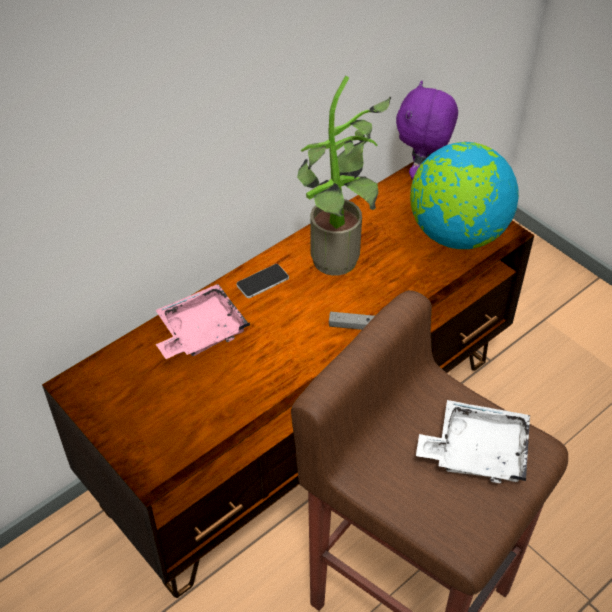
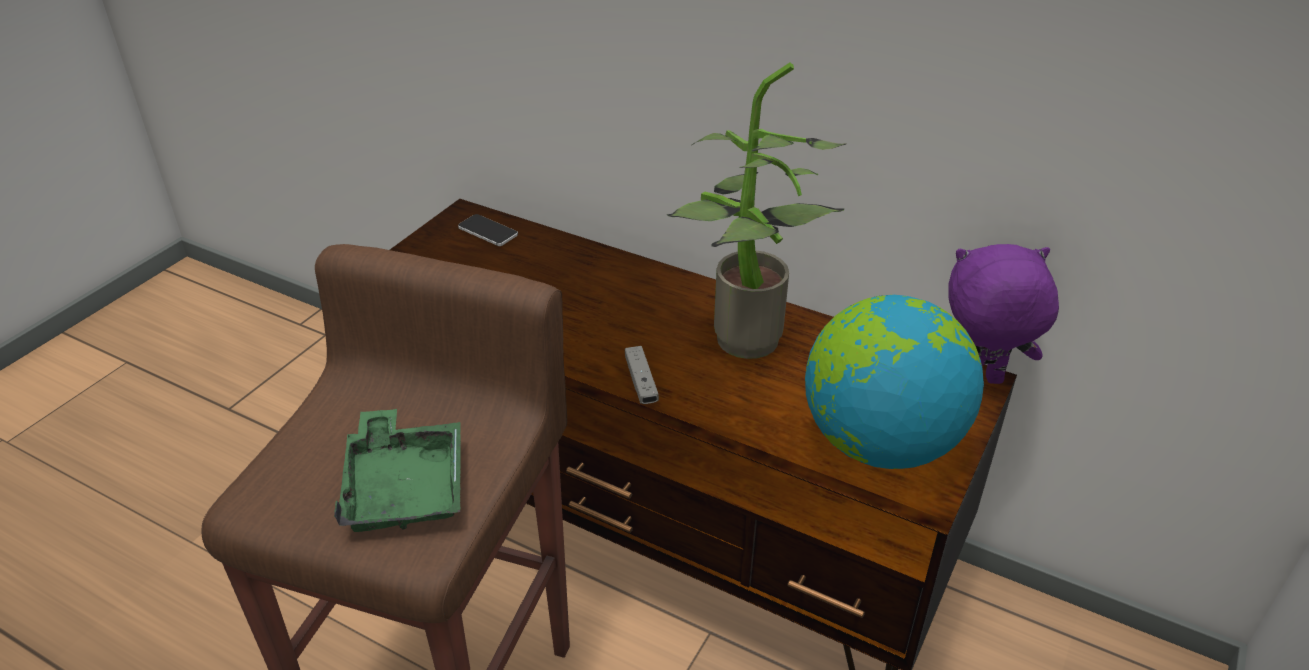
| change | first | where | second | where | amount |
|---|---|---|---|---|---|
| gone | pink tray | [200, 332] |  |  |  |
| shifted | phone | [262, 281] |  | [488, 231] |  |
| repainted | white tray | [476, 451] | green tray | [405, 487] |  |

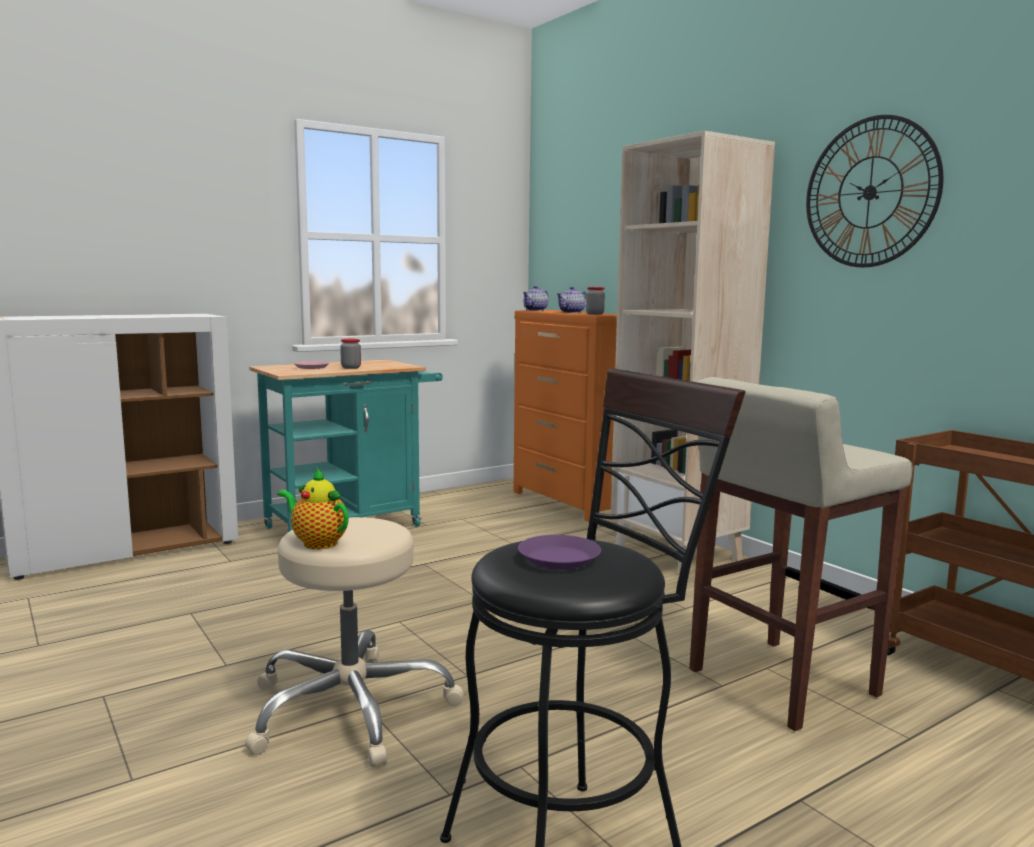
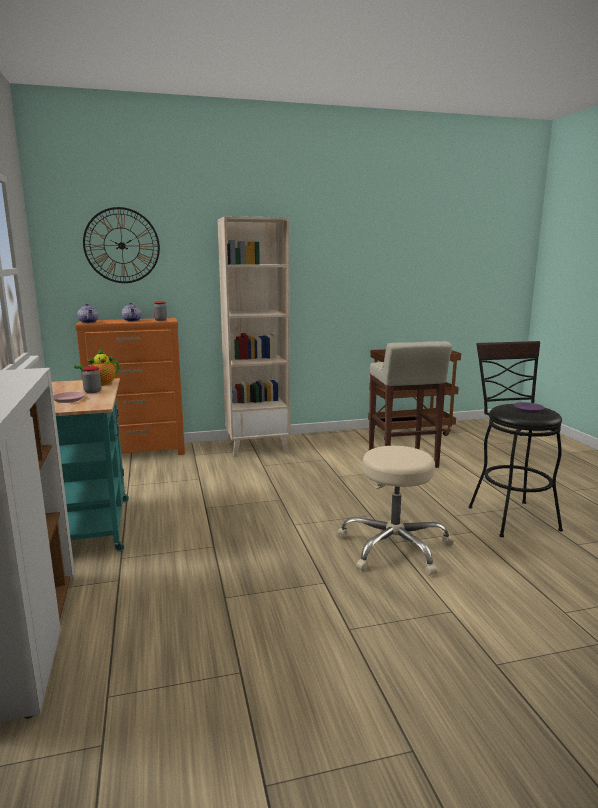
| change | first | where | second | where | amount |
|---|---|---|---|---|---|
| shifted | teapot | [317, 543] |  | [101, 384] |  |
| shifted | wall clock | [870, 192] |  | [122, 245] |  |

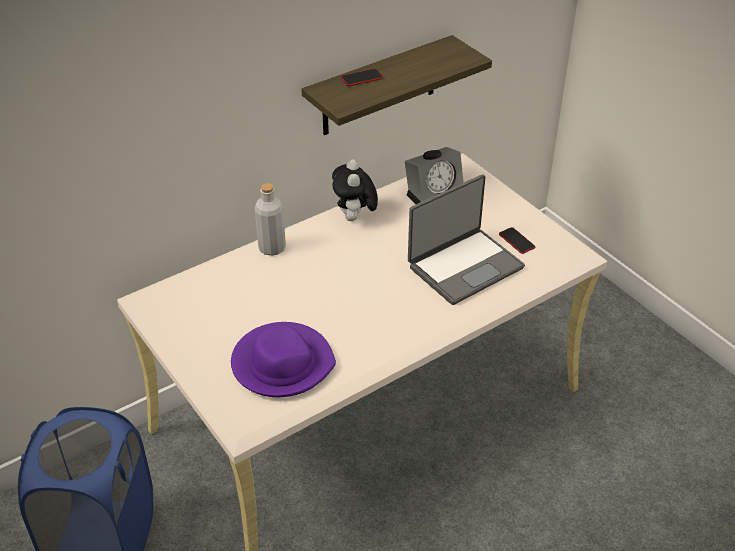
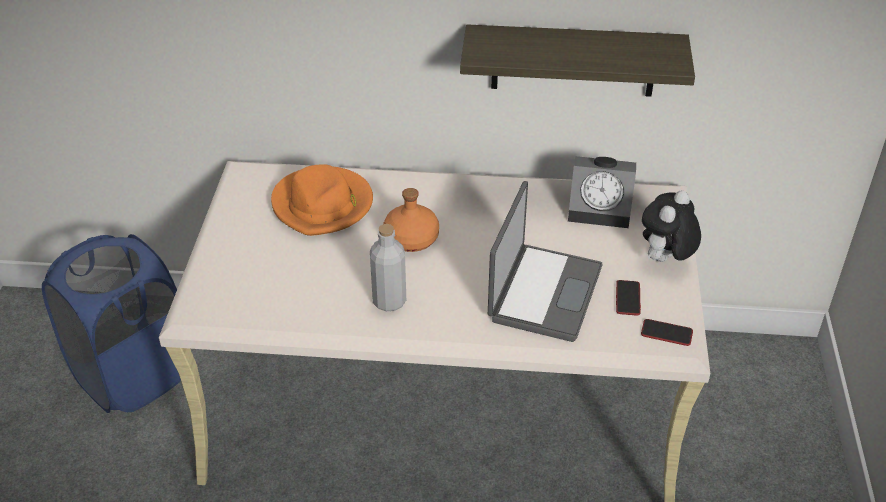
| change | first | where | second | where | amount |
|---|---|---|---|---|---|
| gone | purple hat | [282, 363] |  |  |  |
| shifted | grey bottle | [272, 248] |  | [389, 301] |  |
| shifted | plush toy | [355, 218] |  | [665, 260] |  |
| shifted | phone | [362, 78] |  | [666, 333] |  |
| rotated | laptop | [464, 266] |  | [543, 293] | 75 degrees counterclockwise |
| new |  |  | orange hat | [323, 205] |  |
| new |  |  | orange bottle | [411, 239] |  |

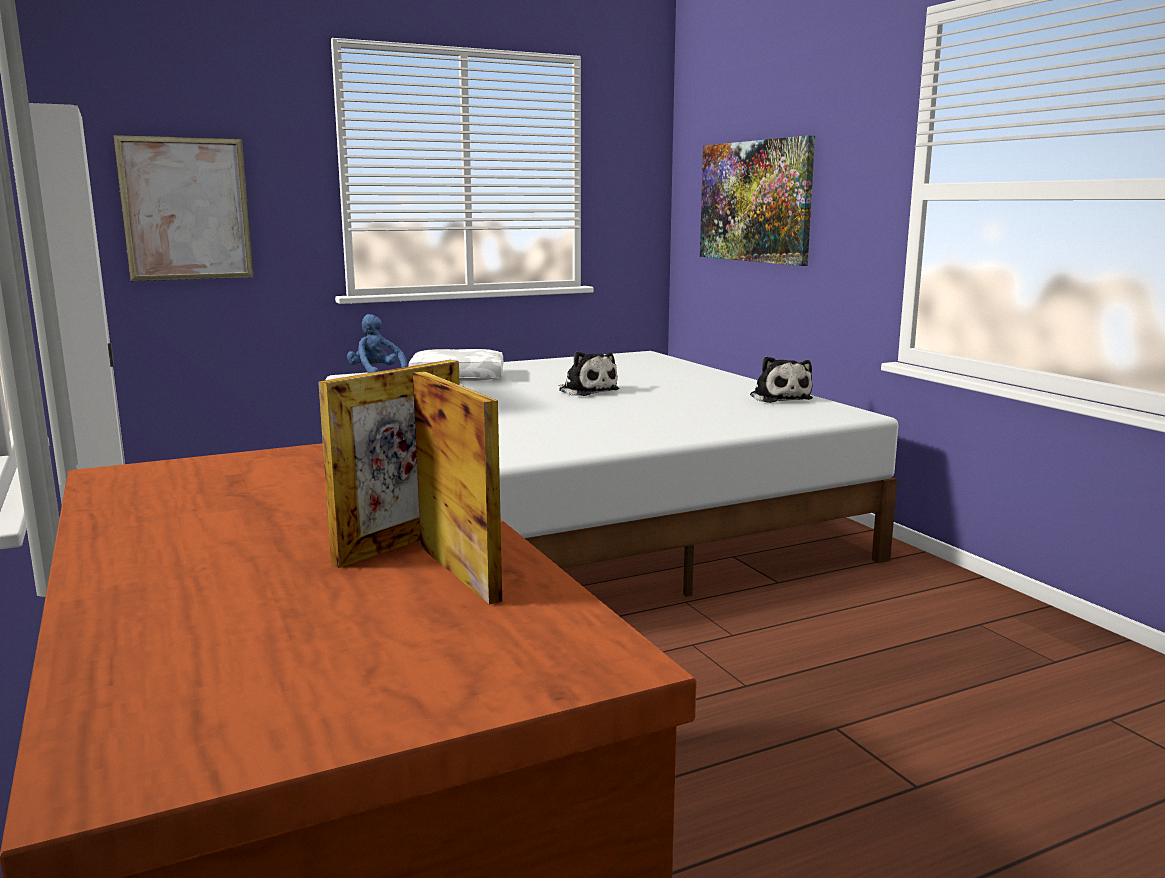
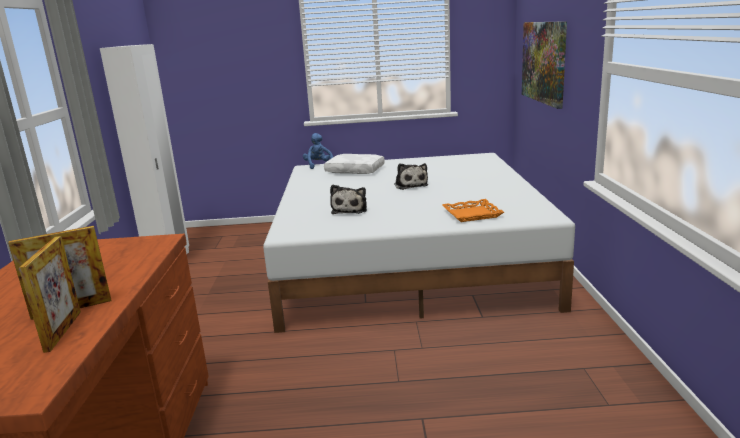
| change | first | where | second | where | amount |
|---|---|---|---|---|---|
| gone | picture | [186, 209] |  |  |  |
| shifted | plush toy | [779, 398] |  | [350, 209] |  |
| new |  |  | orange tray | [472, 214] |  |

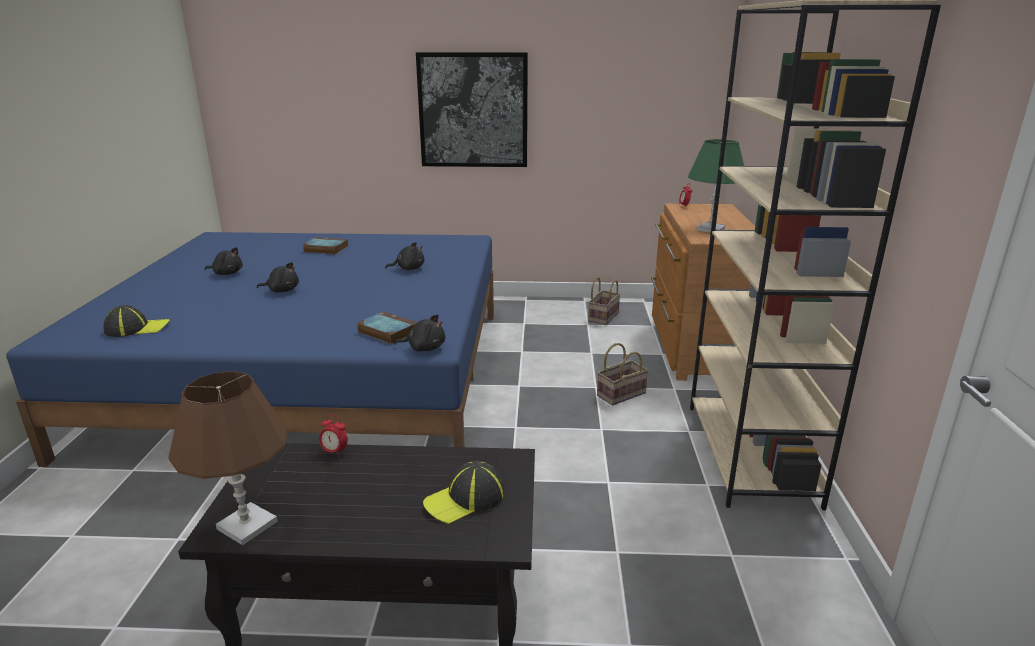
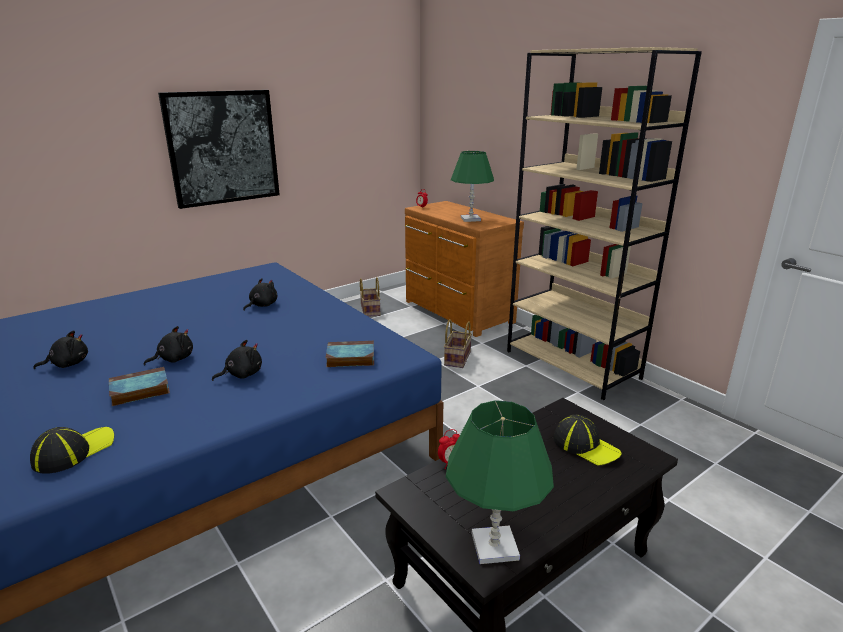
| change | first | where | second | where | amount |
|---|---|---|---|---|---|
| repainted | brown table lamp | [246, 525] | green table lamp | [494, 546] |  |
| shifted | book | [325, 249] |  | [138, 391] |  |
| shifted | black plush toy | [424, 348] |  | [242, 374] |  |
| rotated | cap | [465, 499] |  | [585, 446] | 60 degrees counterclockwise |

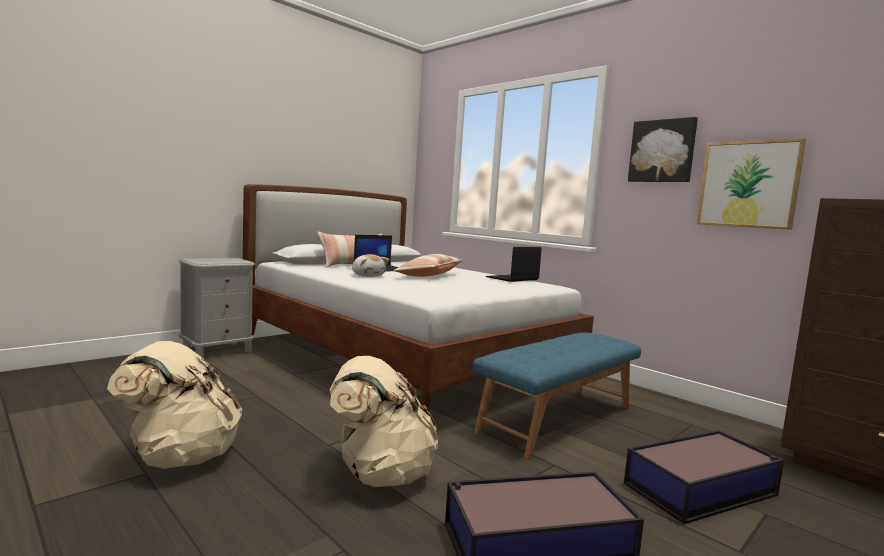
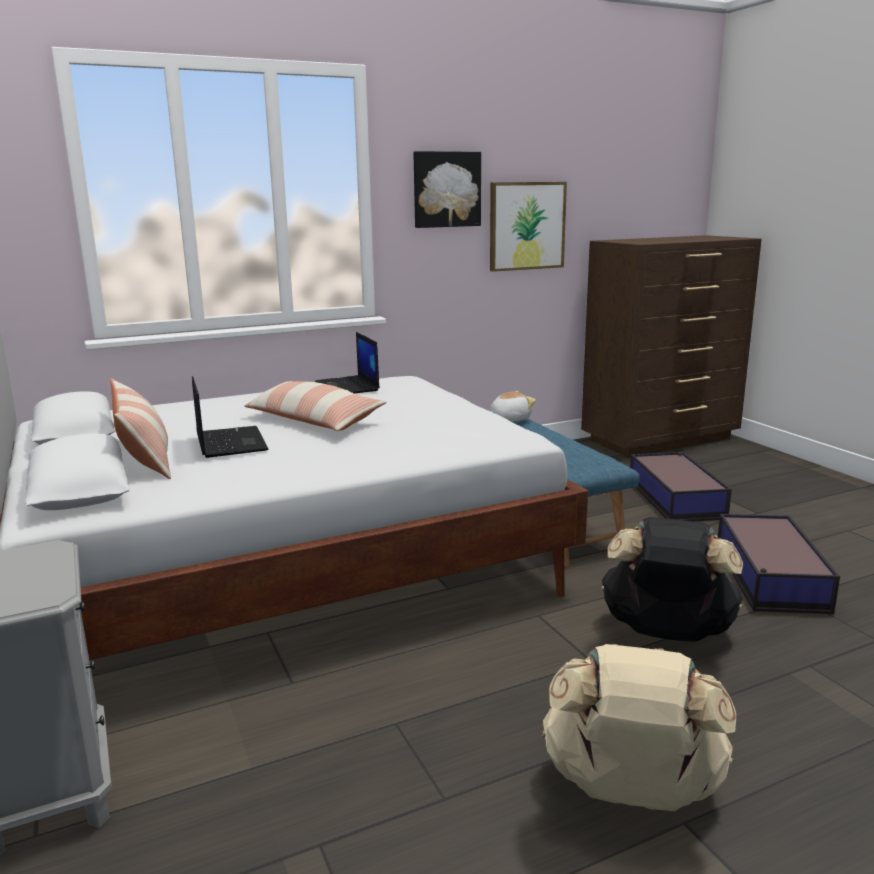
| change | first | where | second | where | amount |
|---|---|---|---|---|---|
| repainted | beige backpack | [380, 474] | black backpack | [666, 633] |  |
| shifted | plush toy | [368, 276] |  | [509, 419] |  |

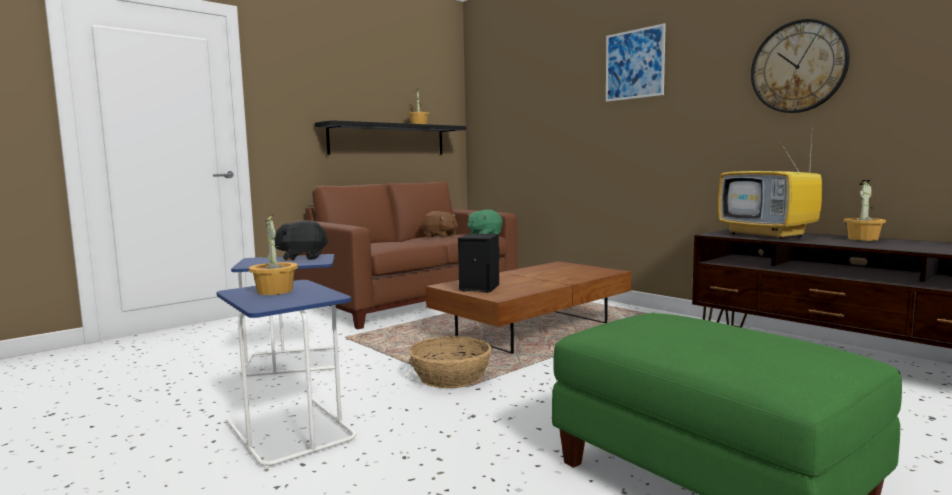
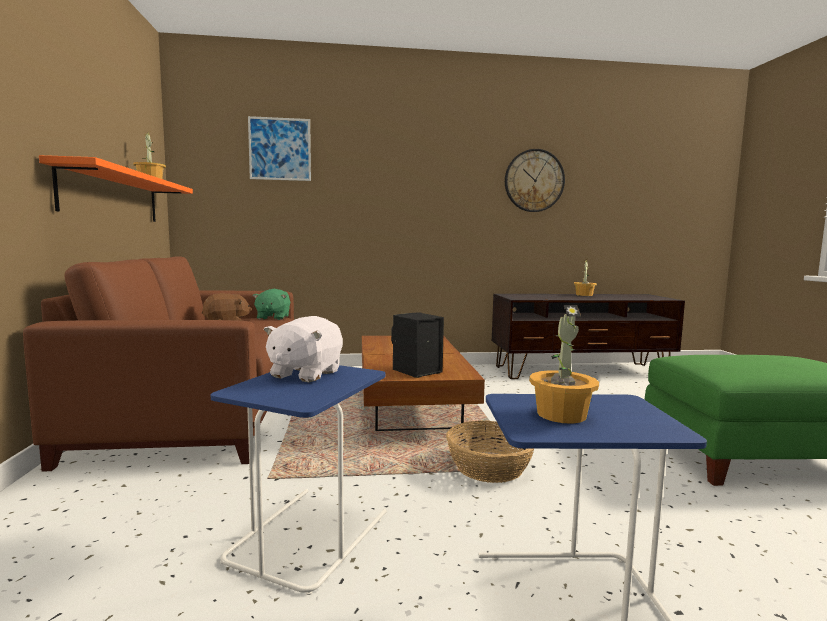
| change | first | where | second | where | amount |
|---|---|---|---|---|---|
| repainted | black plush toy | [302, 258] | white plush toy | [304, 374] |  |
| repainted | black shelf | [388, 140] | orange shelf | [113, 196] |  |
| shifted | picture | [634, 64] |  | [280, 149] |  |
| gone | television | [768, 235] |  |  |  |

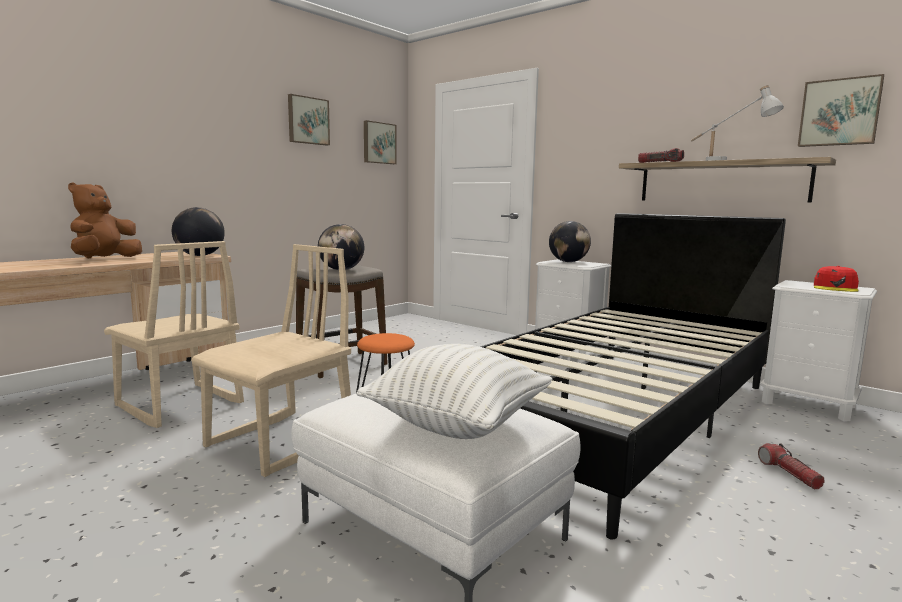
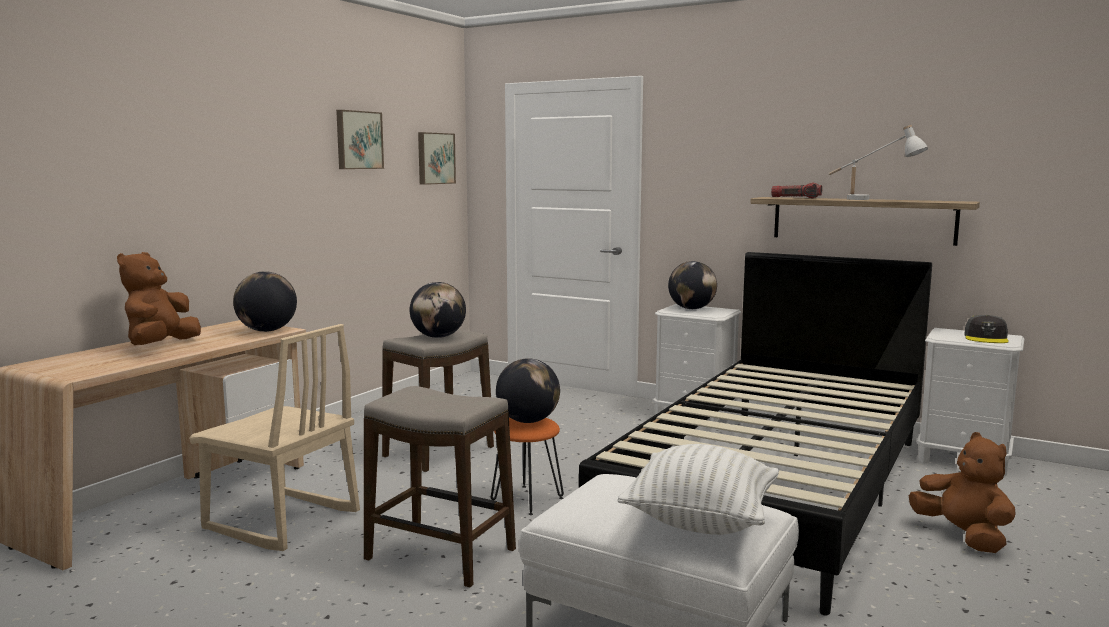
| change | first | where | second | where | amount |
|---|---|---|---|---|---|
| swapped | beige chair | [281, 443] | stool | [440, 554] |  |
| swapped | flashlight | [789, 474] | brown plush toy | [963, 536] |  |
| gone | picture | [839, 112] |  |  |  |
| repainted | red cap | [835, 288] | grey cap | [986, 338] |  |
| new |  |  | globe | [528, 421] |  |

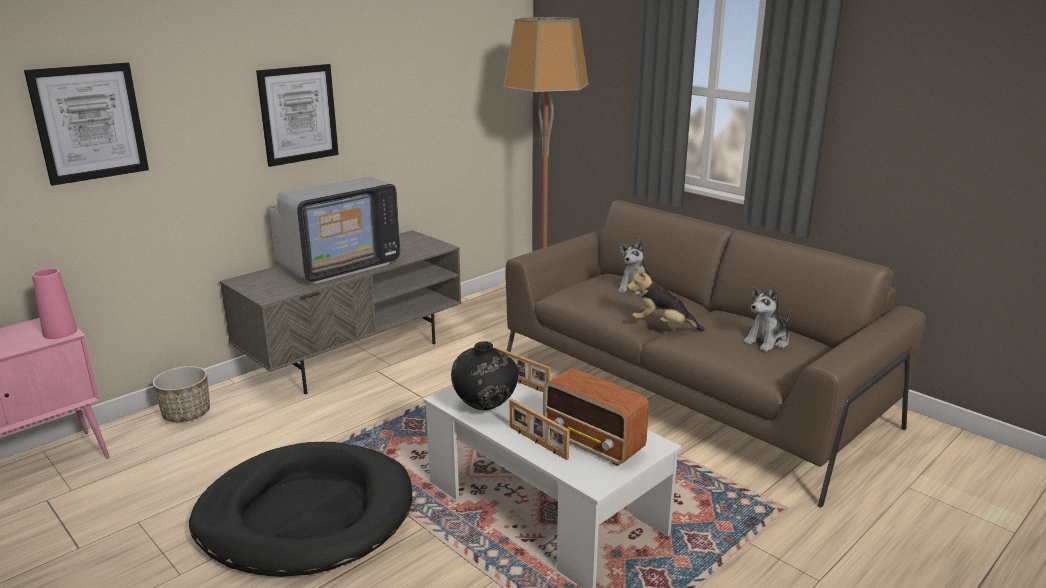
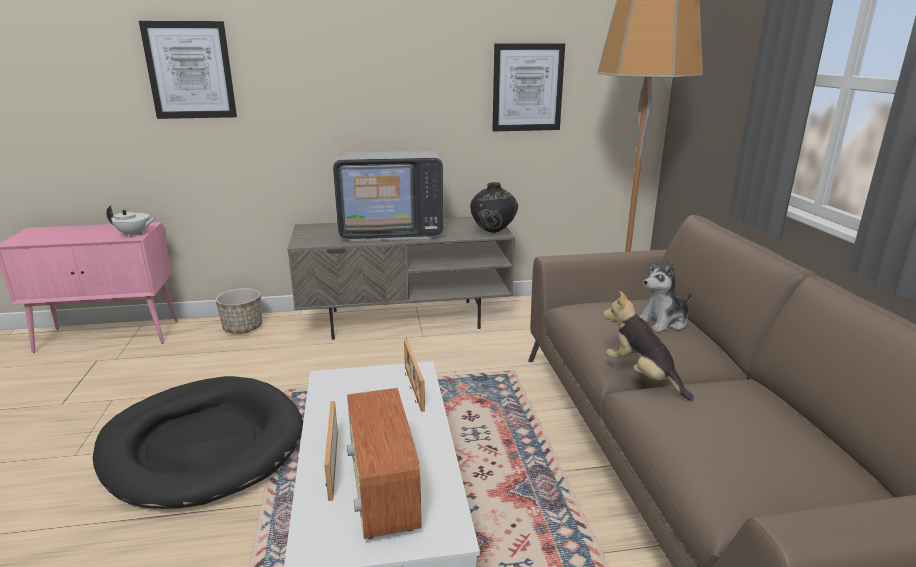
| change | first | where | second | where | amount |
|---|---|---|---|---|---|
| swapped | pink vase | [60, 332] | white teapot | [134, 234] |  |
| shifted | picture | [298, 114] |  | [527, 88] |  |
| shifted | black vase | [485, 408] |  | [493, 232] |  |
| gone | plush toy | [767, 341] |  |  |  |

